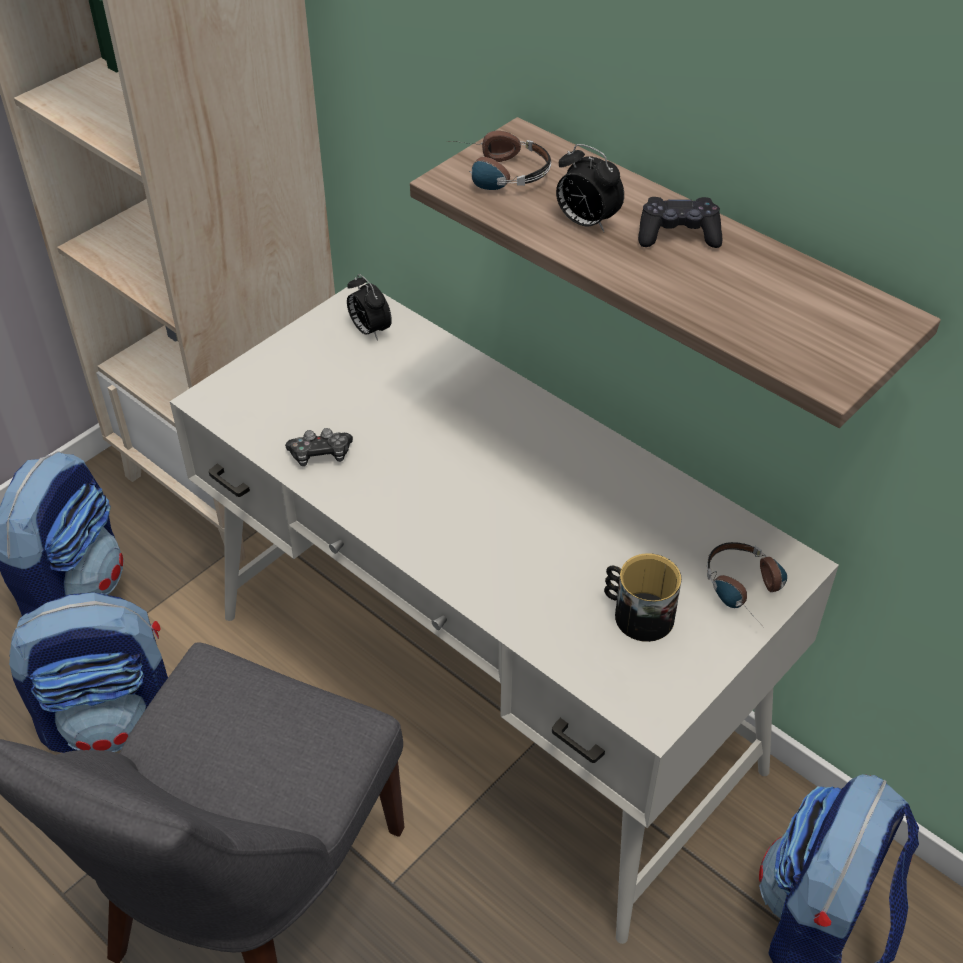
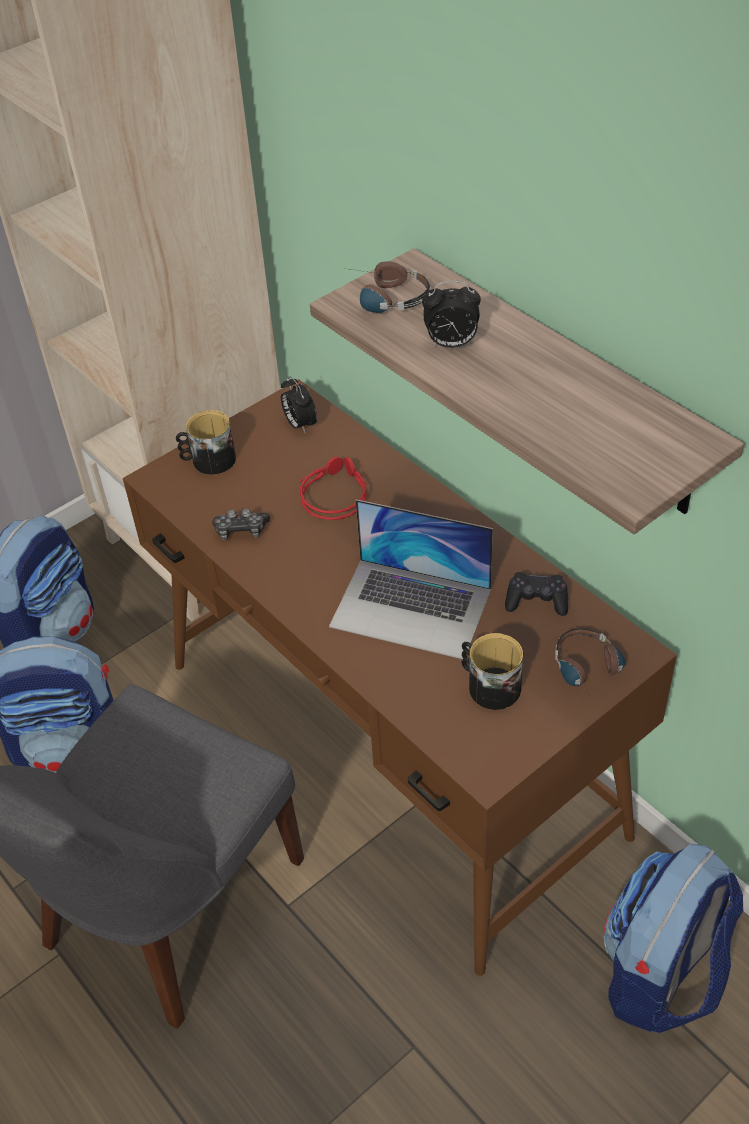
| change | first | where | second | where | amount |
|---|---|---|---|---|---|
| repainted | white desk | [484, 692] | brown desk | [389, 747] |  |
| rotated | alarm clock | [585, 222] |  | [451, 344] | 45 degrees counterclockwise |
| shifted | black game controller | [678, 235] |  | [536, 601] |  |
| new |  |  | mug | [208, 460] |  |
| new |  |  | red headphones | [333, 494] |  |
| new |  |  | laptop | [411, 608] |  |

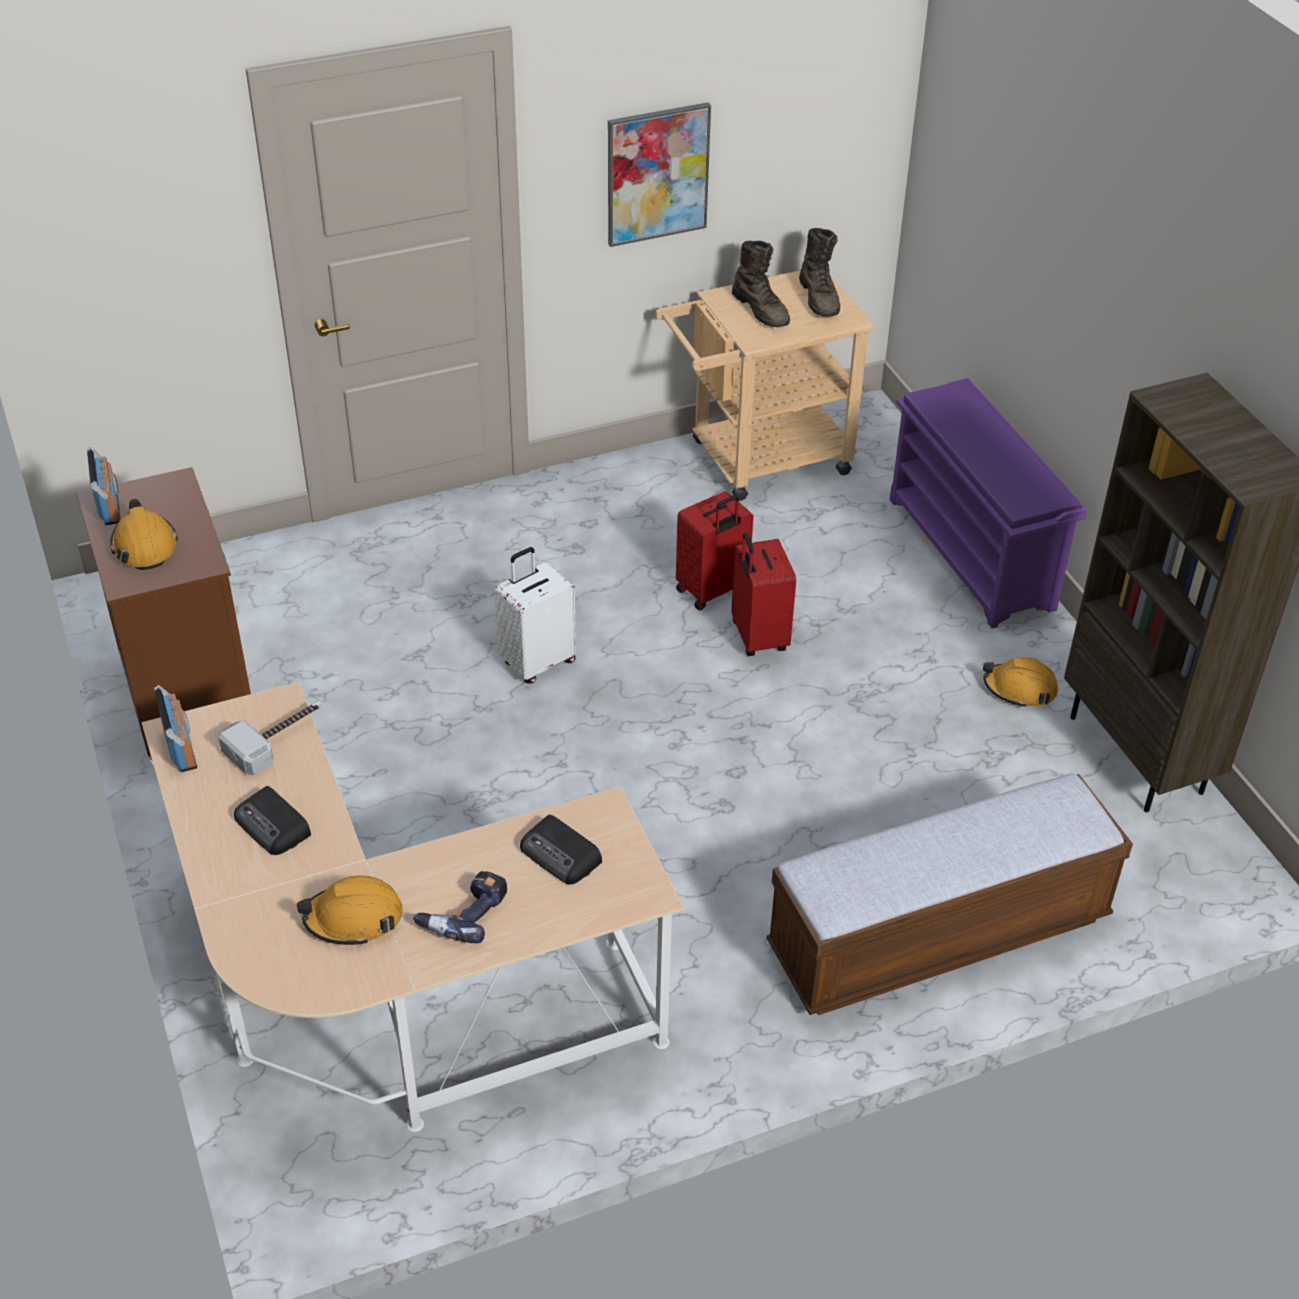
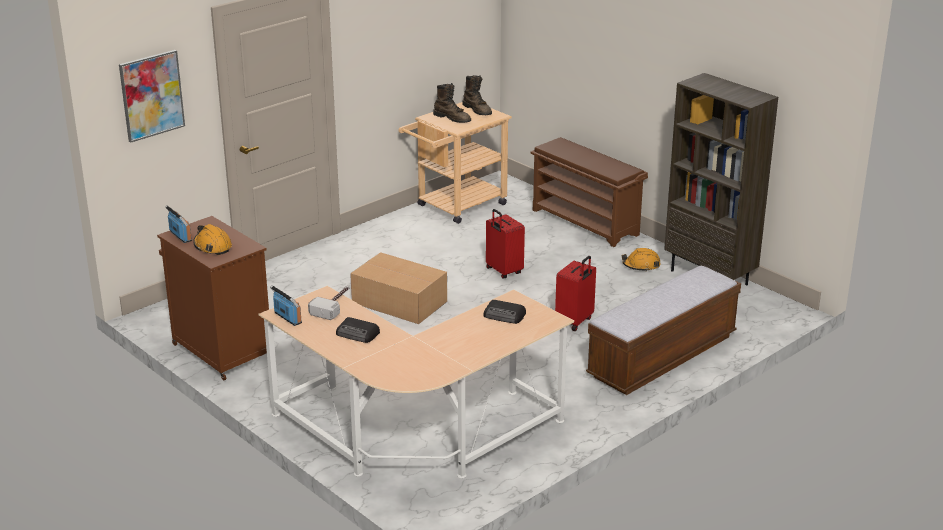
| change | first | where | second | where | amount |
|---|---|---|---|---|---|
| gone | orange hard hat | [354, 918] |  |  |  |
| gone | power drill | [464, 914] |  |  |  |
| swapped | white suitcase | [537, 662] | cardboard box | [398, 301] |  |
| shifted | picture | [657, 174] |  | [151, 95] |  |
| shifted | red suitcase | [712, 591] |  | [575, 321] |  |
| repainted | purple shoe rack | [973, 554] | brown shoe rack | [586, 222] |  |

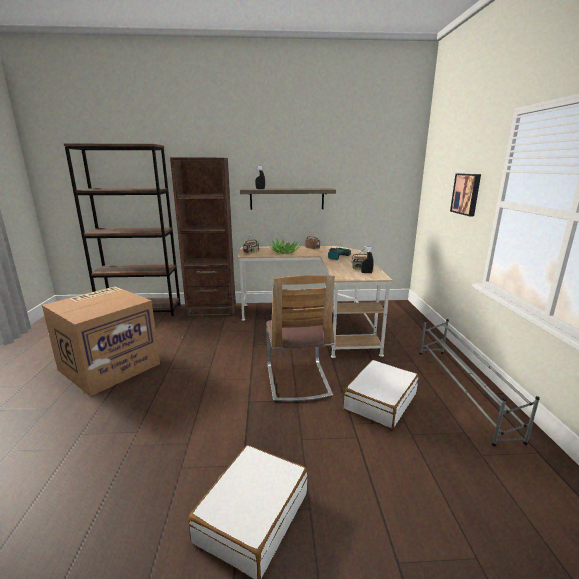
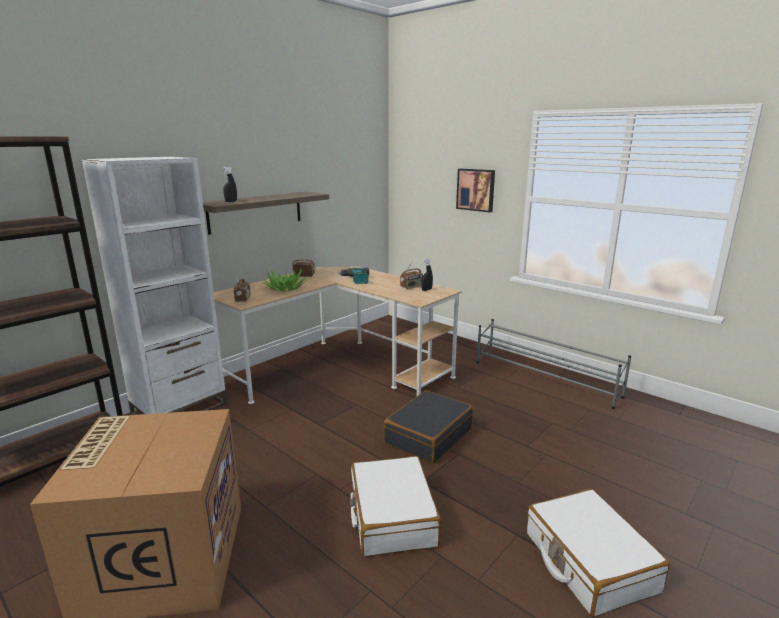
| change | first | where | second | where | amount |
|---|---|---|---|---|---|
| repainted | brown bookcase | [212, 310] | white bookcase | [180, 409] |  |
| swapped | chair | [297, 380] | black suitcase | [428, 436] |  |
| shifted | white suitcase | [379, 401] |  | [392, 516] |  |

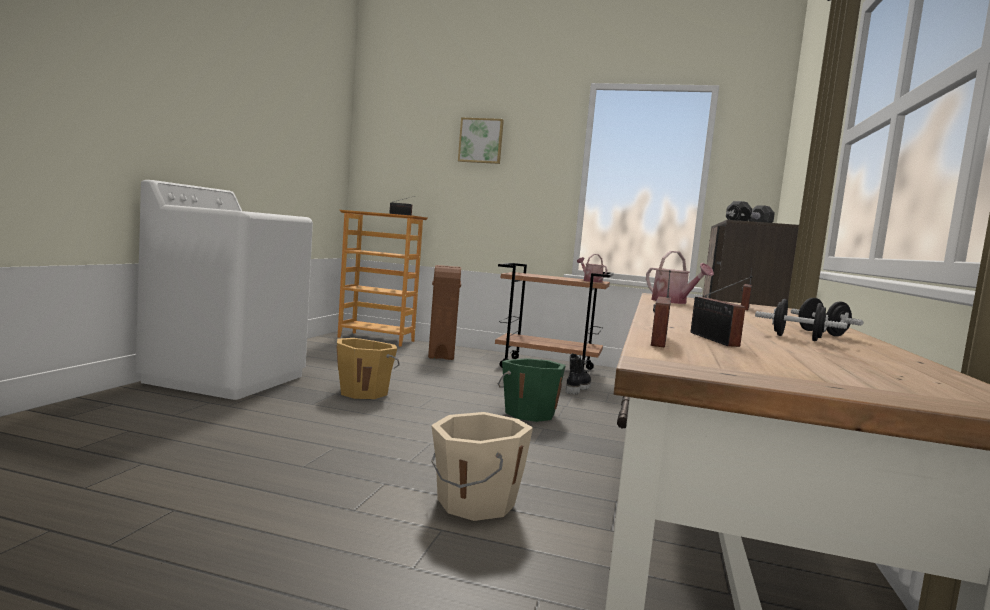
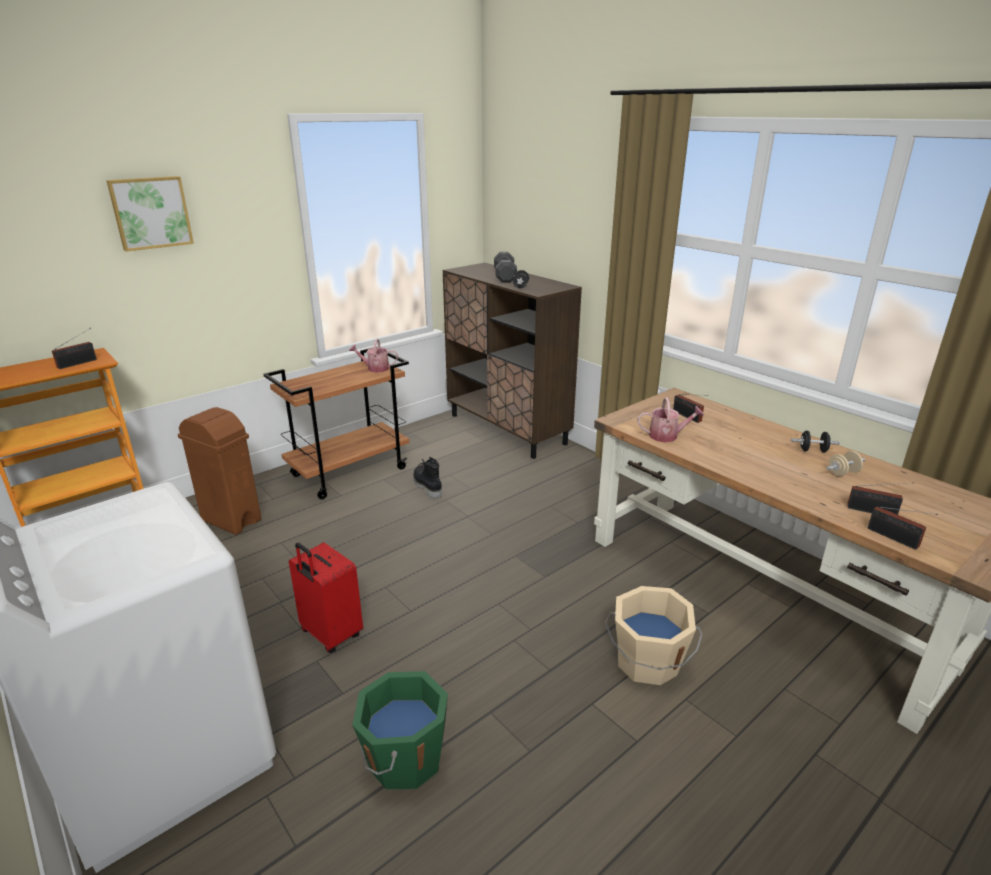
| change | first | where | second | where | amount |
|---|---|---|---|---|---|
| swapped | orange bucket | [364, 392] | red suitcase | [330, 635] |  |
| shifted | green bucket | [529, 413] |  | [403, 758] |  |
| repainted | black dumbbell | [797, 338] | beige dumbbell | [843, 473] |  |

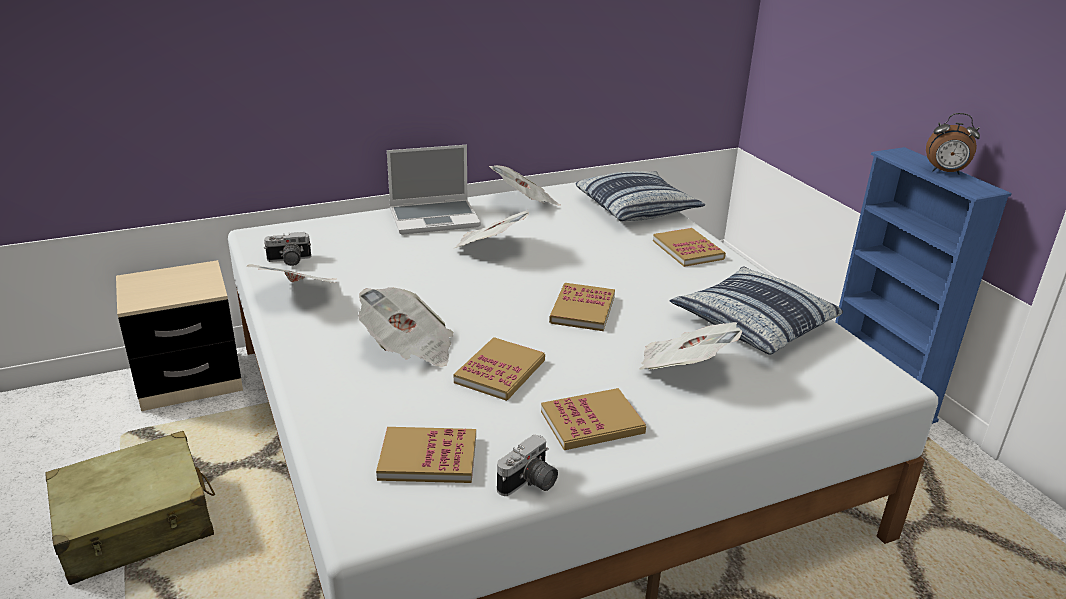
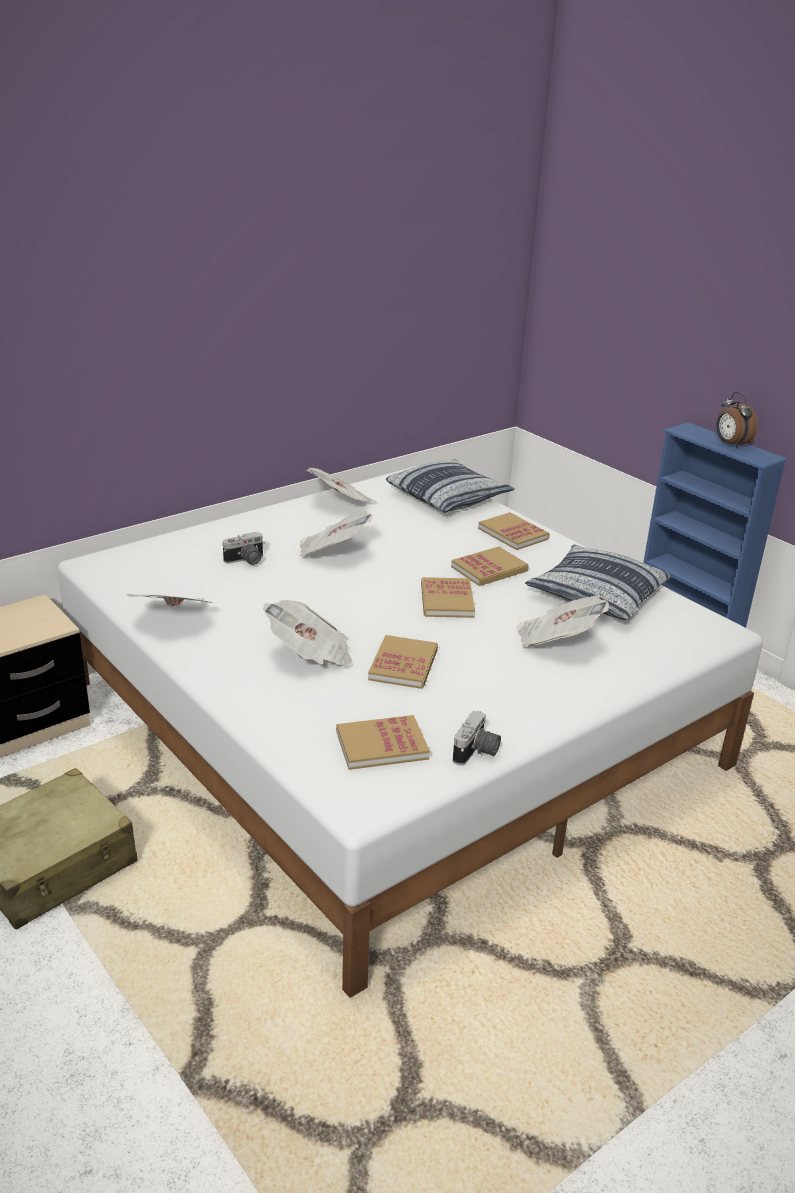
| change | first | where | second | where | amount |
|---|---|---|---|---|---|
| shifted | photo camera | [289, 261] |  | [246, 561] |  |
| gone | laptop | [435, 218] |  |  |  |
| shifted | book | [592, 422] |  | [489, 569] |  |
| rotated | alarm clock | [945, 172] |  | [730, 444] | 60 degrees clockwise |

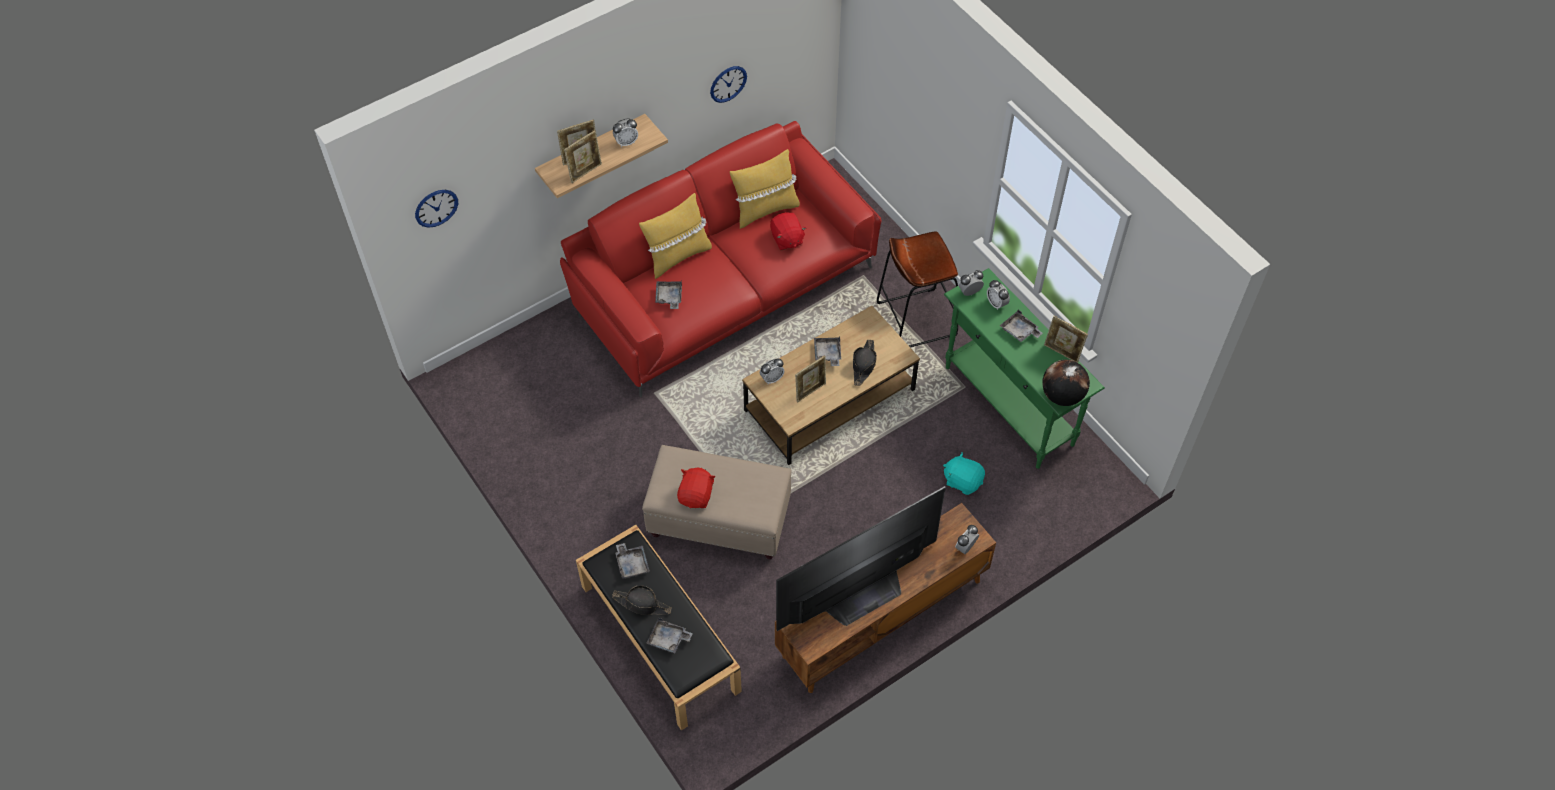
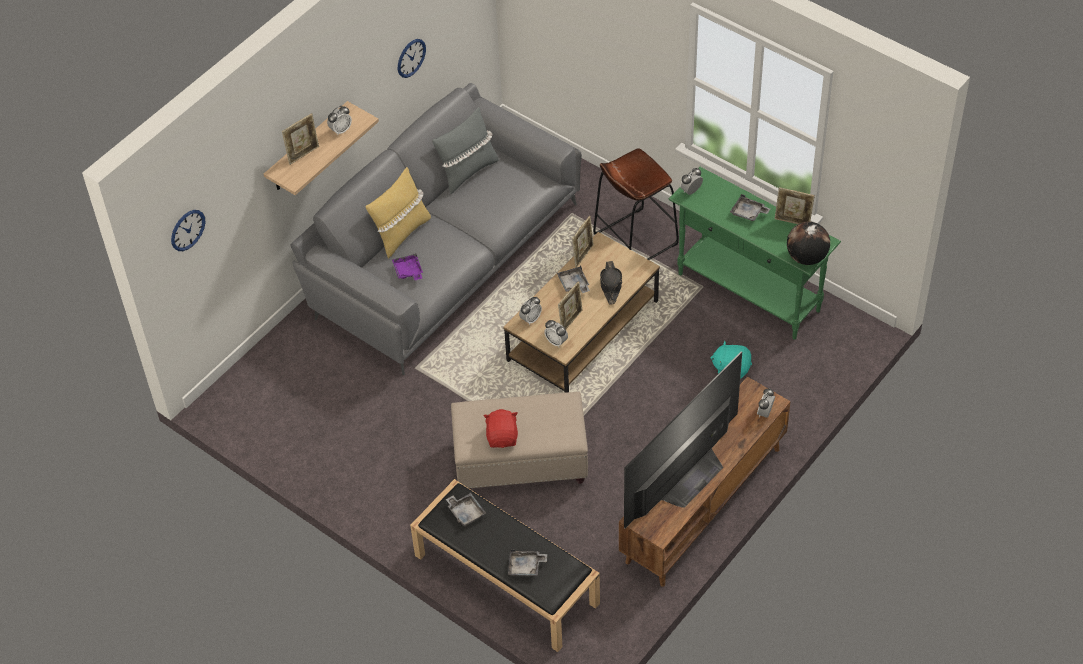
| change | first | where | second | where | amount |
|---|---|---|---|---|---|
| repainted | red sofa | [724, 287] | grey sofa | [444, 257] |  |
| shifted | picture frame | [585, 172] |  | [583, 255] |  |
| gone | black hat | [642, 604] |  |  |  |
| repainted | grey tray | [669, 297] | purple tray | [408, 271] |  |
| repainted | yellow pillow | [765, 210] | grey pillow | [467, 172] |  |
| gone | red plush toy | [786, 239] |  |  |  |
| shifted | alarm clock | [996, 303] |  | [556, 341] |  |

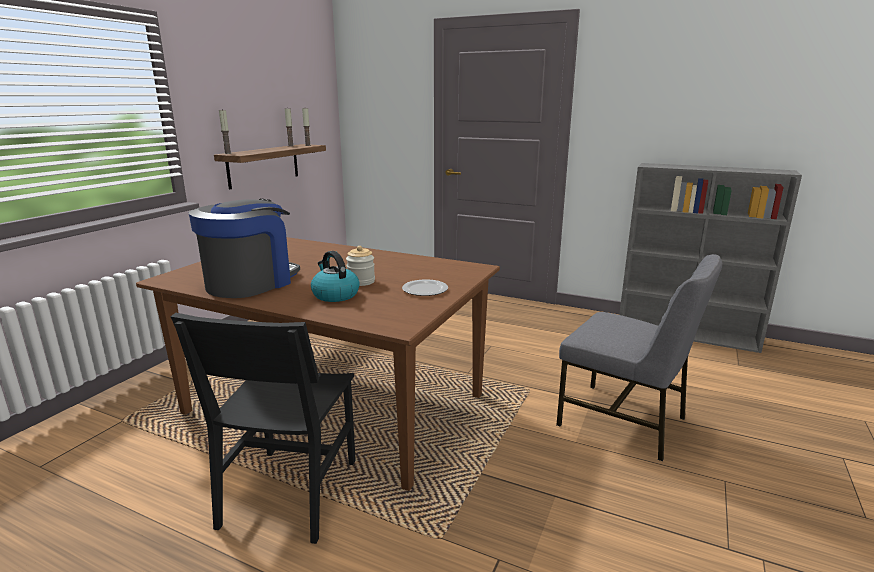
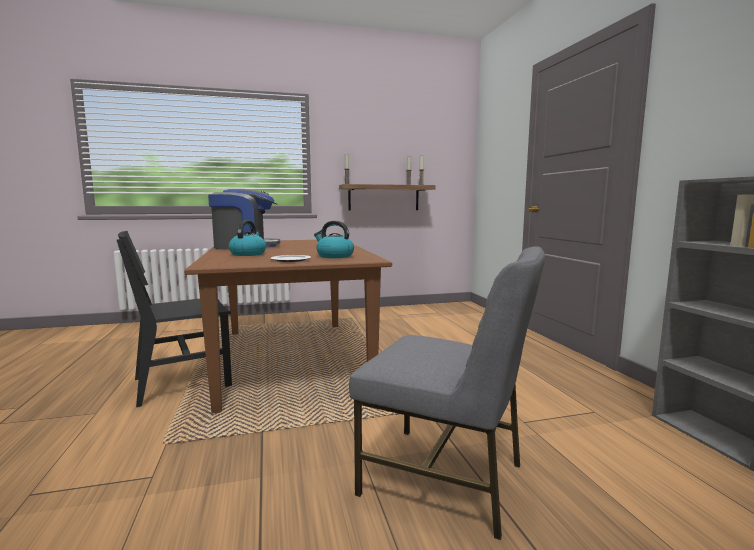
| change | first | where | second | where | amount |
|---|---|---|---|---|---|
| gone | jar | [361, 281] |  |  |  |
| rotated | grey chair | [624, 421] |  | [445, 478] | 60 degrees counterclockwise |
| new |  |  | kettle | [334, 256] |  |

